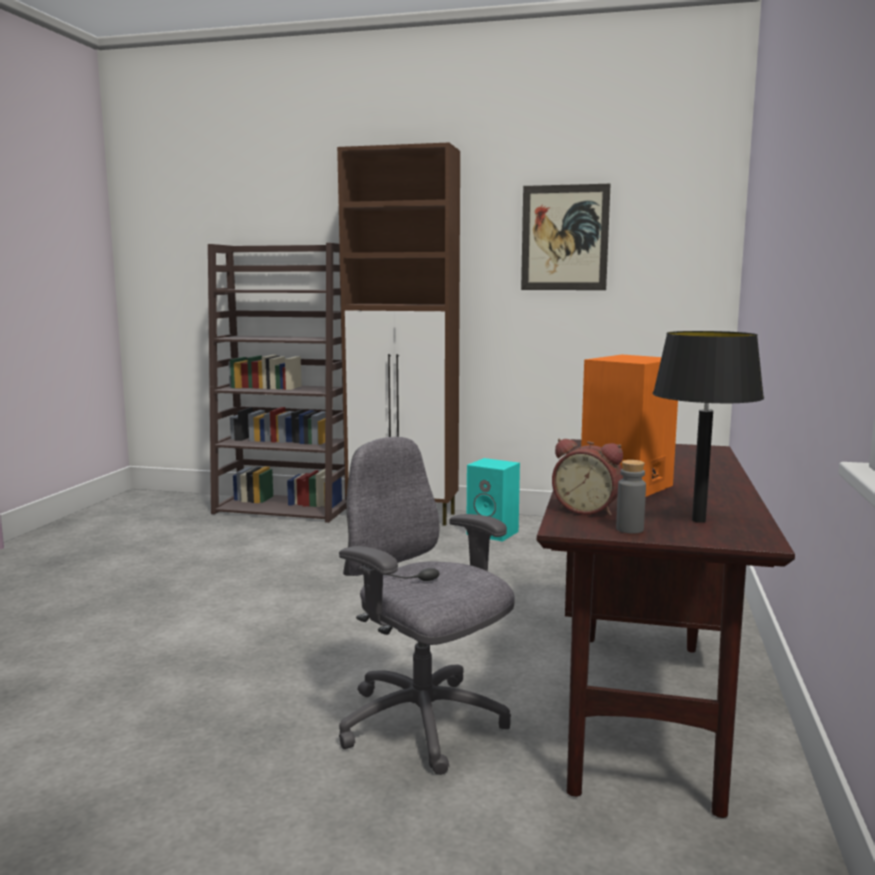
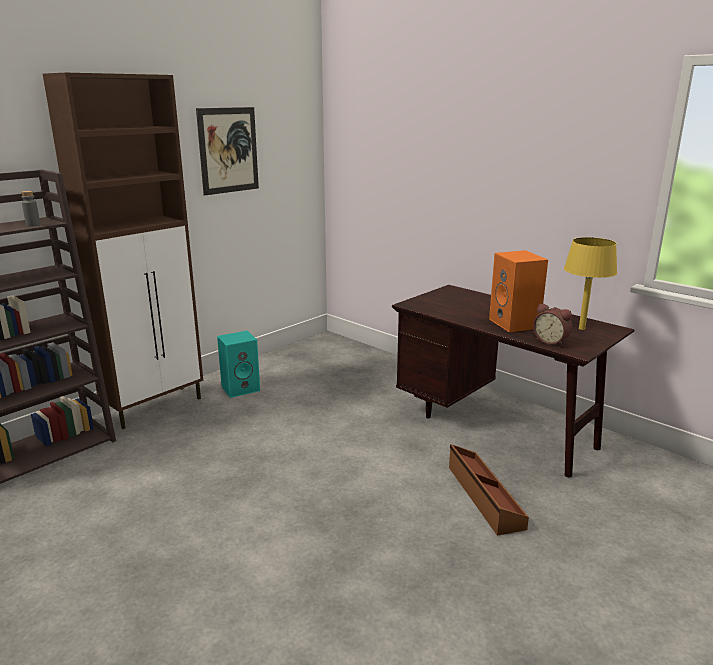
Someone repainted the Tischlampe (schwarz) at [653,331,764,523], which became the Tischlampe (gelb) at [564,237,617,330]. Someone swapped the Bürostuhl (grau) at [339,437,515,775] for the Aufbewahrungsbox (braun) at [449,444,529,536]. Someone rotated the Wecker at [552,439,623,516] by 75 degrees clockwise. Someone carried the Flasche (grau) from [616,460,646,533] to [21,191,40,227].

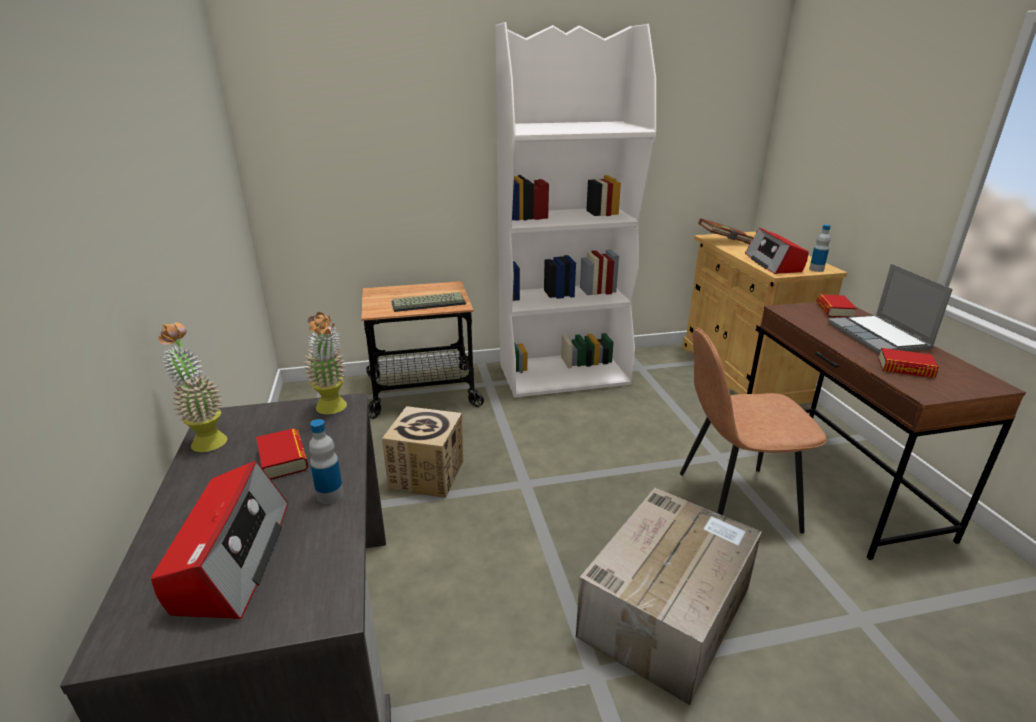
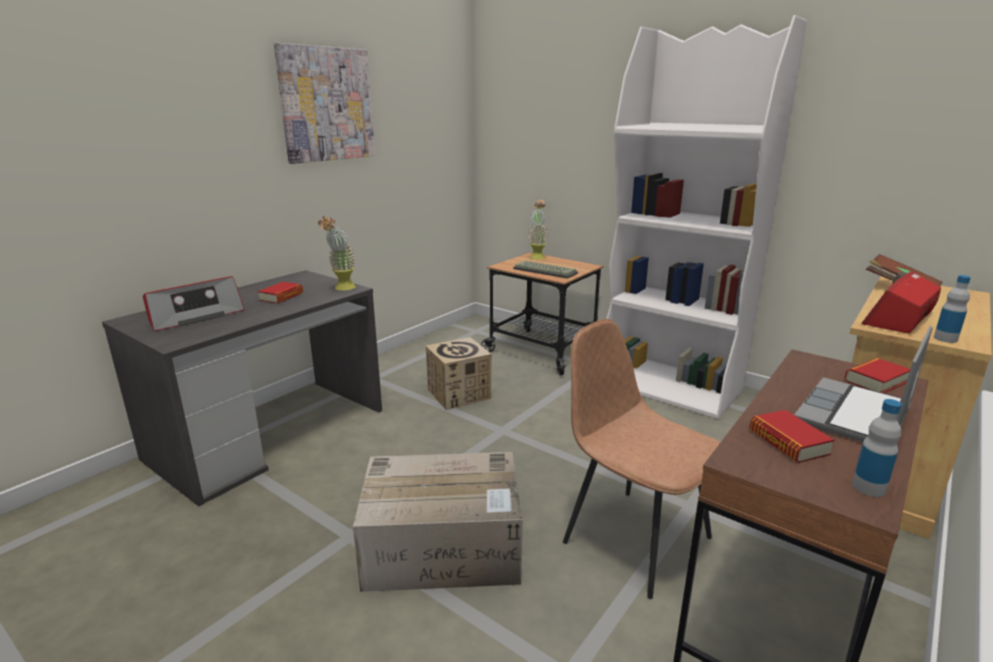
Someone carried the Topfpflanze from [158,323,228,452] to [529,200,548,260]. Someone carried the Flasche from [309,419,344,504] to [852,399,902,497]. Someone put up the Bild at [274,43,375,164].

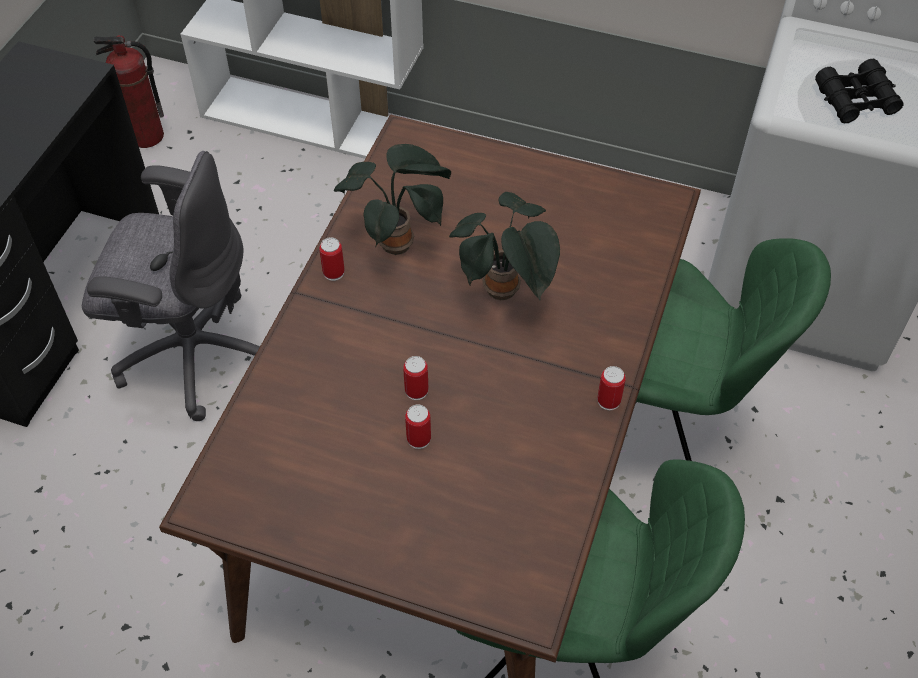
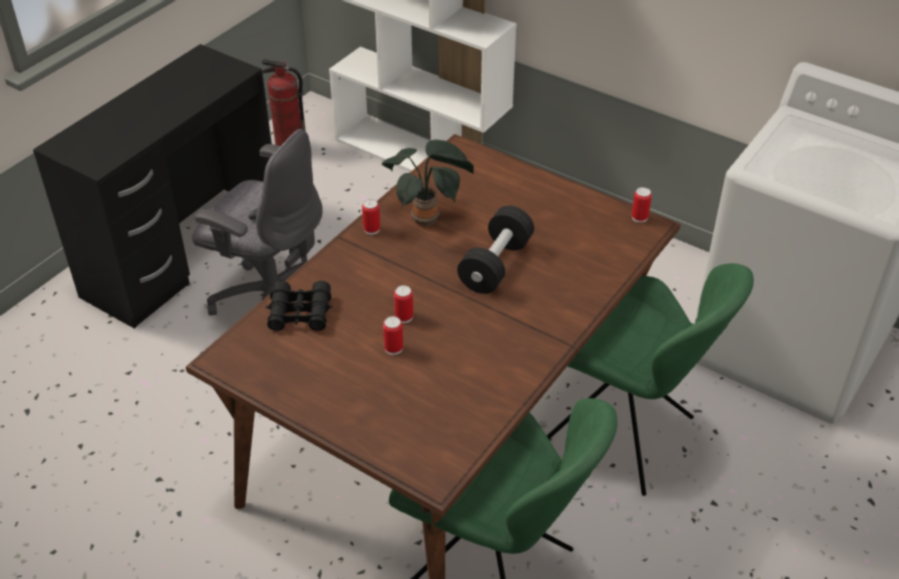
Someone carried the Fernglas (schwarz) from [815,59,904,123] to [266,281,332,331]. Someone swapped the Topfpflanze at [449,192,560,301] for the Hantel (schwarz) at [457,206,534,294]. Someone carried the Dose from [597,366,626,410] to [632,187,652,223].

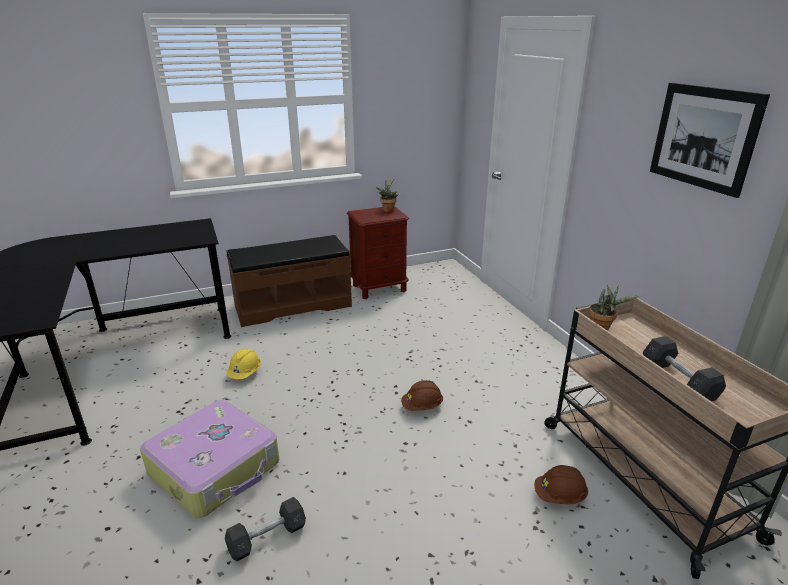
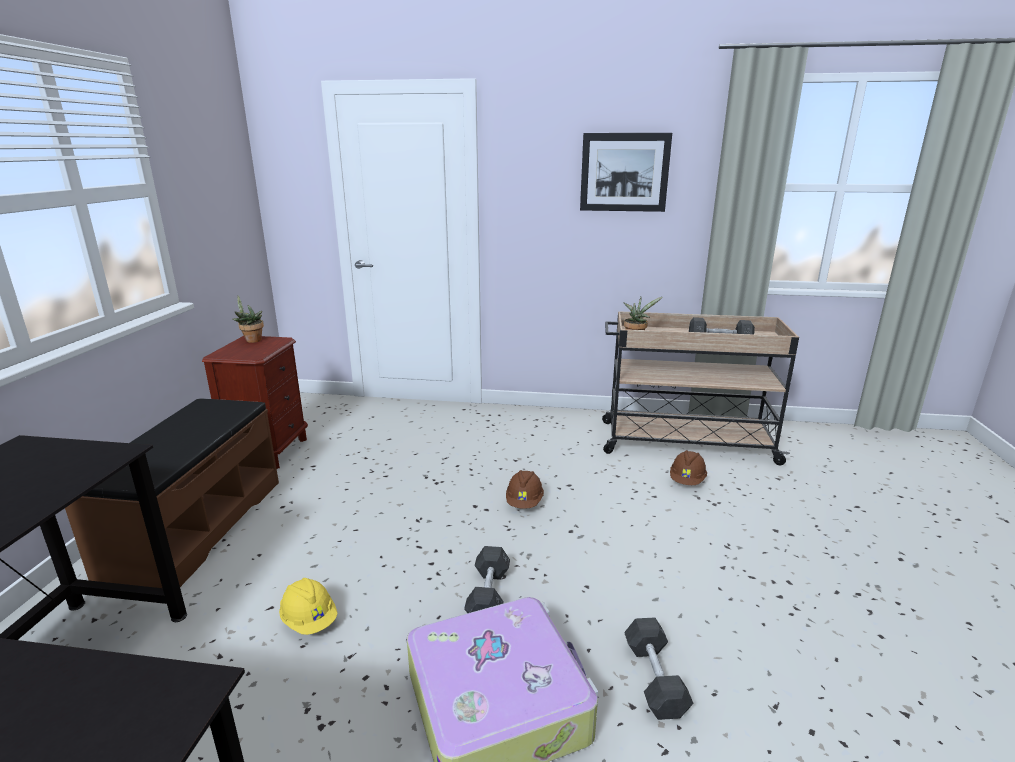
Someone put down the Hantel (grau) at [464,546,510,613].

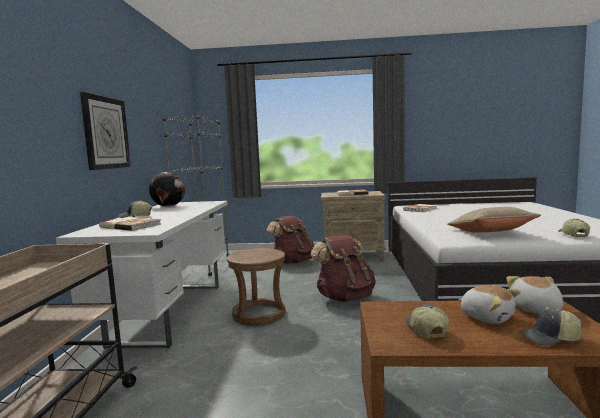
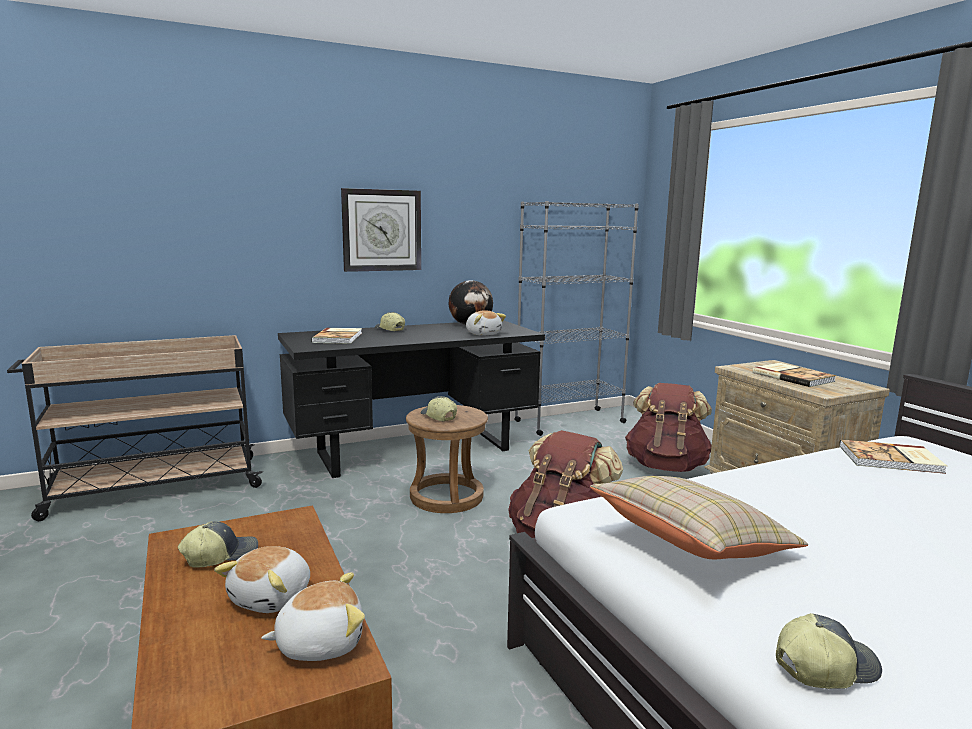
Someone repainted the Schreibtisch (weiß) at [56,201,227,349], which became the Schreibtisch (schwarz) at [278,321,545,478]. Someone carried the Kappe from [519,309,581,346] to [421,396,457,421]. Someone put down the Plüschtier at [466,310,506,336].

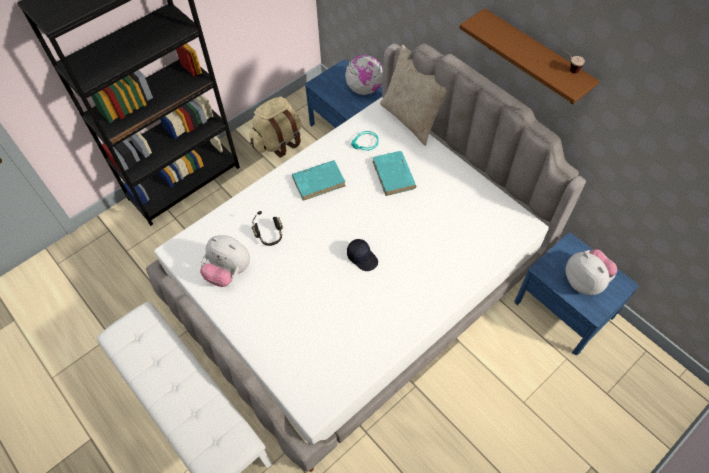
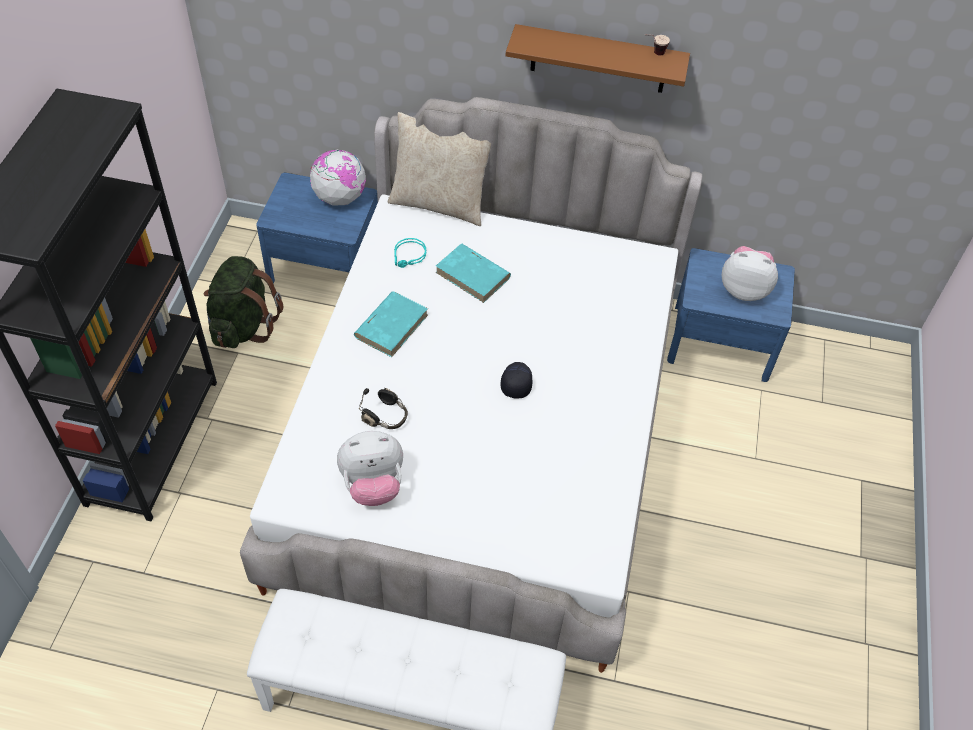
Someone repainted the Rucksack (beige) at [249,97,302,157], which became the Rucksack (grün) at [204,256,283,348]. Someone rotated the Kappe (schwarz) at [347,239,378,271] by 90 degrees counterclockwise.

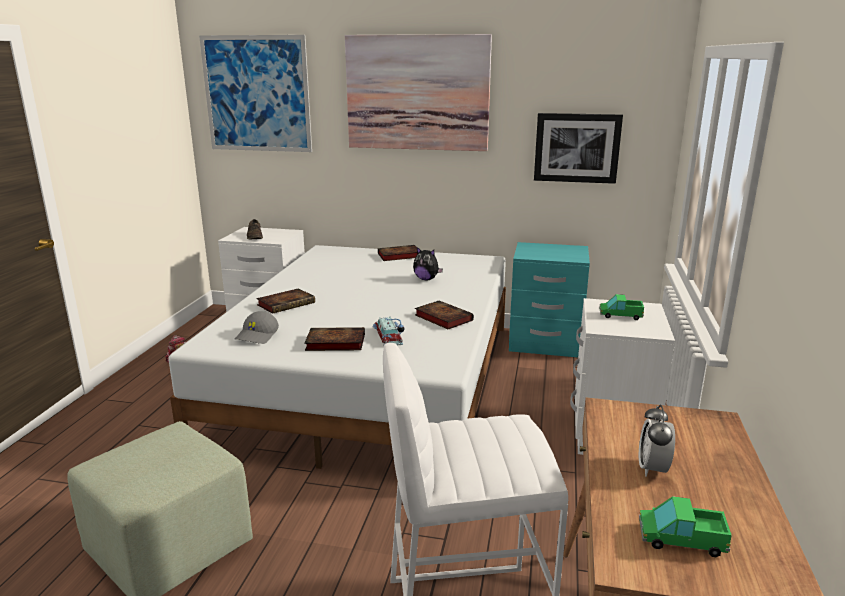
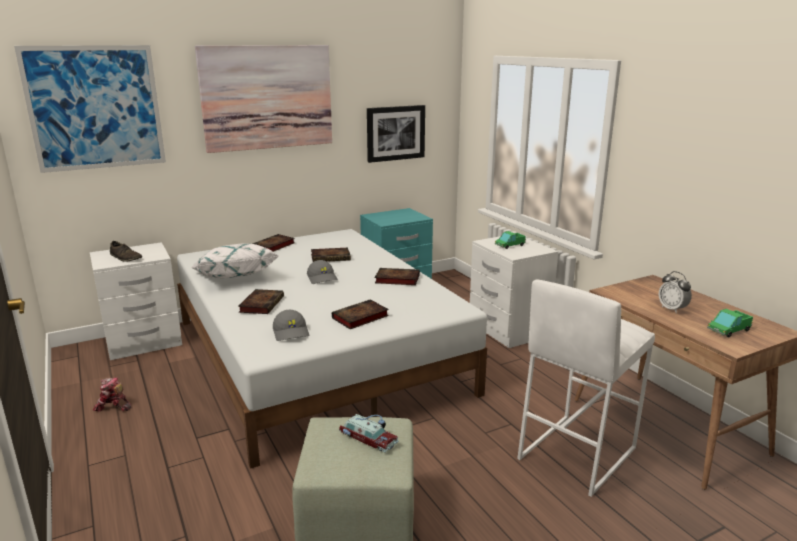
Someone swapped the Plüschtier at [413,247,443,280] for the Buch at [311,248,351,262]. Someone carried the Spielzeugauto from [372,316,404,345] to [339,414,398,453]. Someone put down the Kissen (weiß) at [191,243,279,278]. Someone put down the Kappe (grau) at [307,260,338,284].

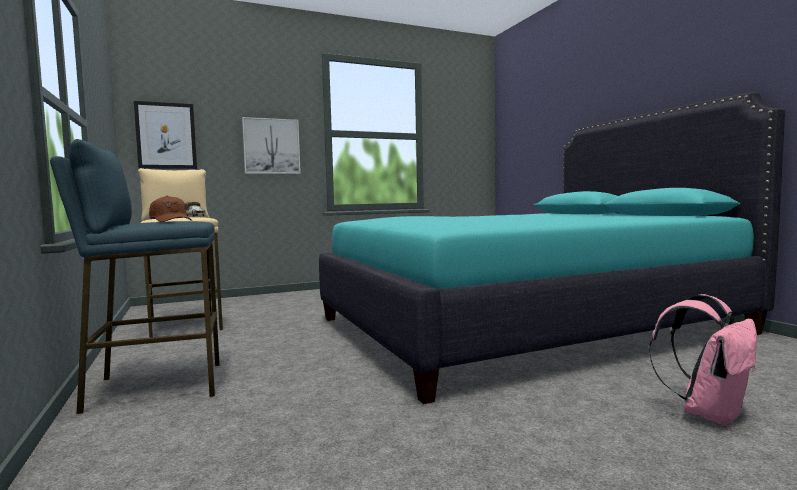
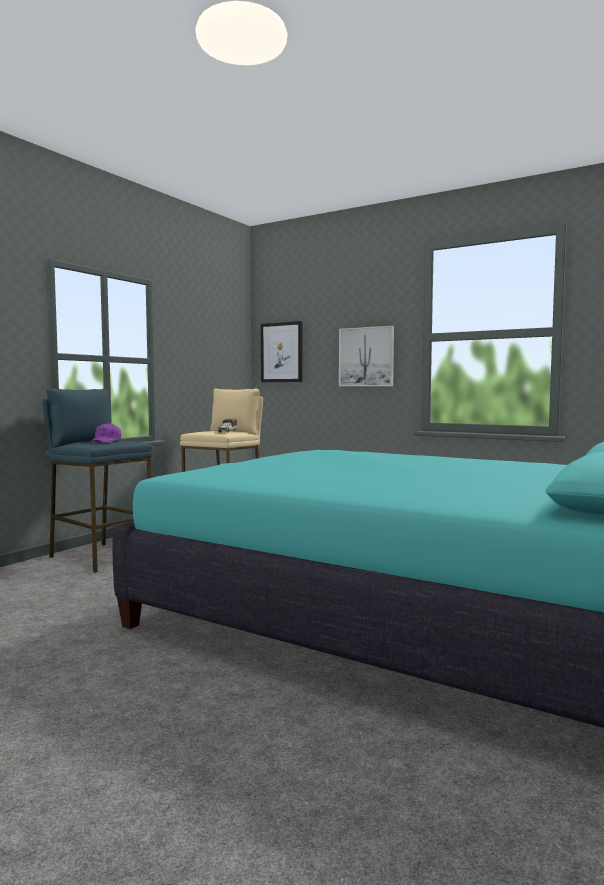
Someone repainted the Kappe (braun) at [149,196,192,222], which became the Kappe (lila) at [89,423,121,443]. Someone took away the Rucksack (rosa) at [649,294,757,426].

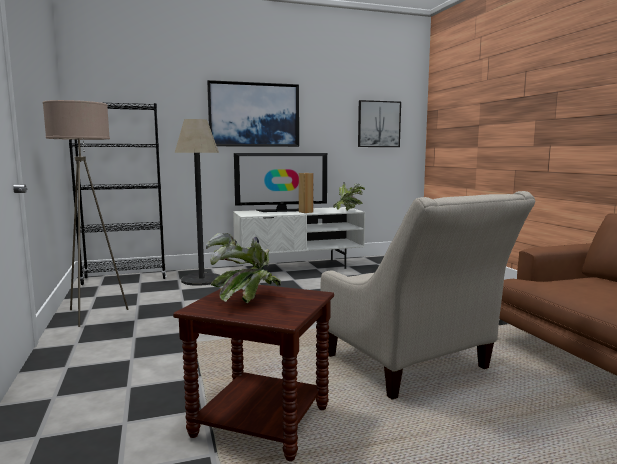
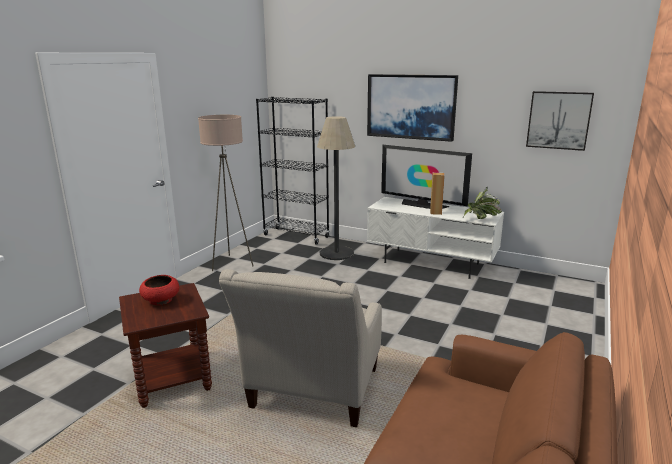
Someone swapped the Topfpflanze at [206,233,281,303] for the Schüssel (rot) at [139,275,179,305].

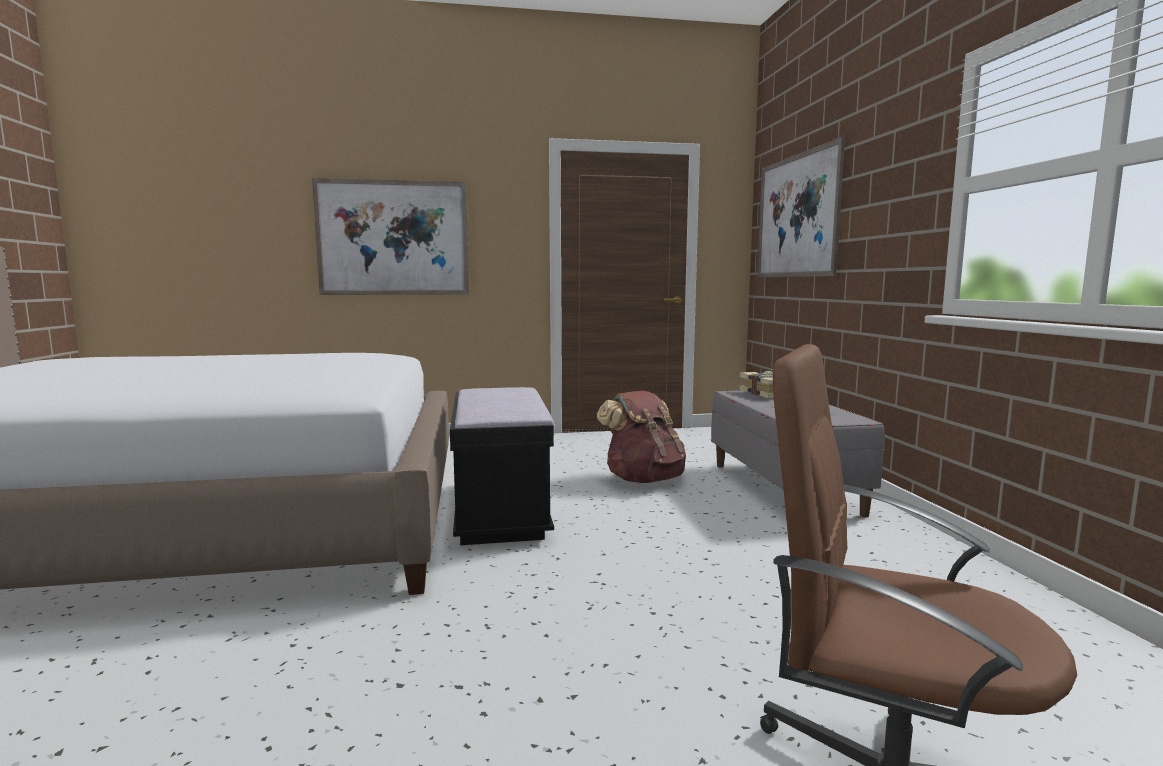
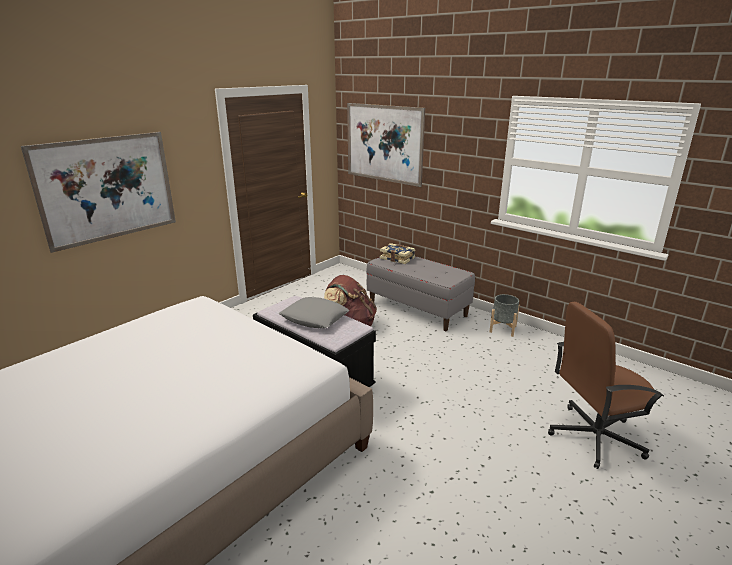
Someone put down the Pflanzkübel (grau) at [489,294,519,337]. Someone put down the Kissen (grau) at [279,297,349,328].

